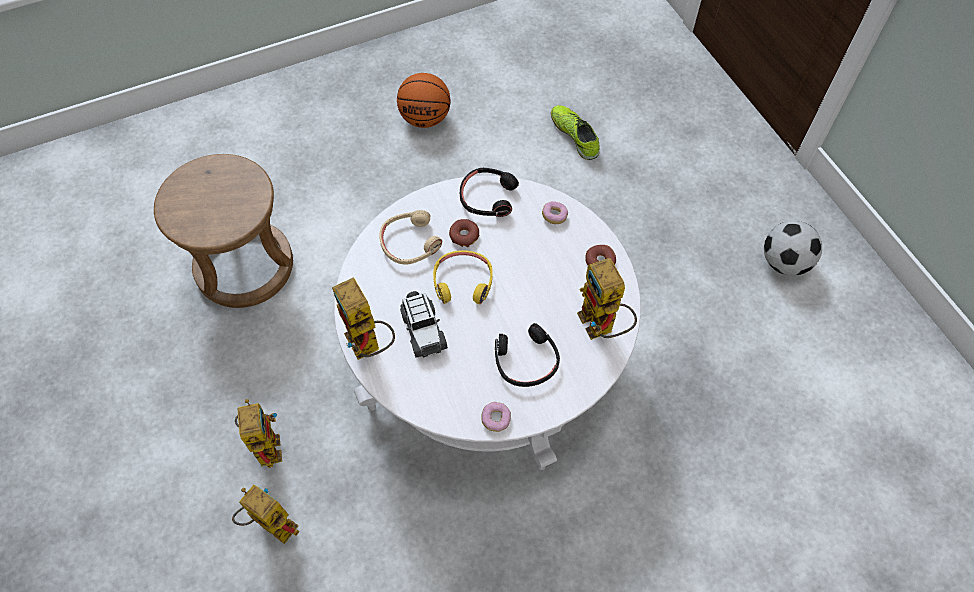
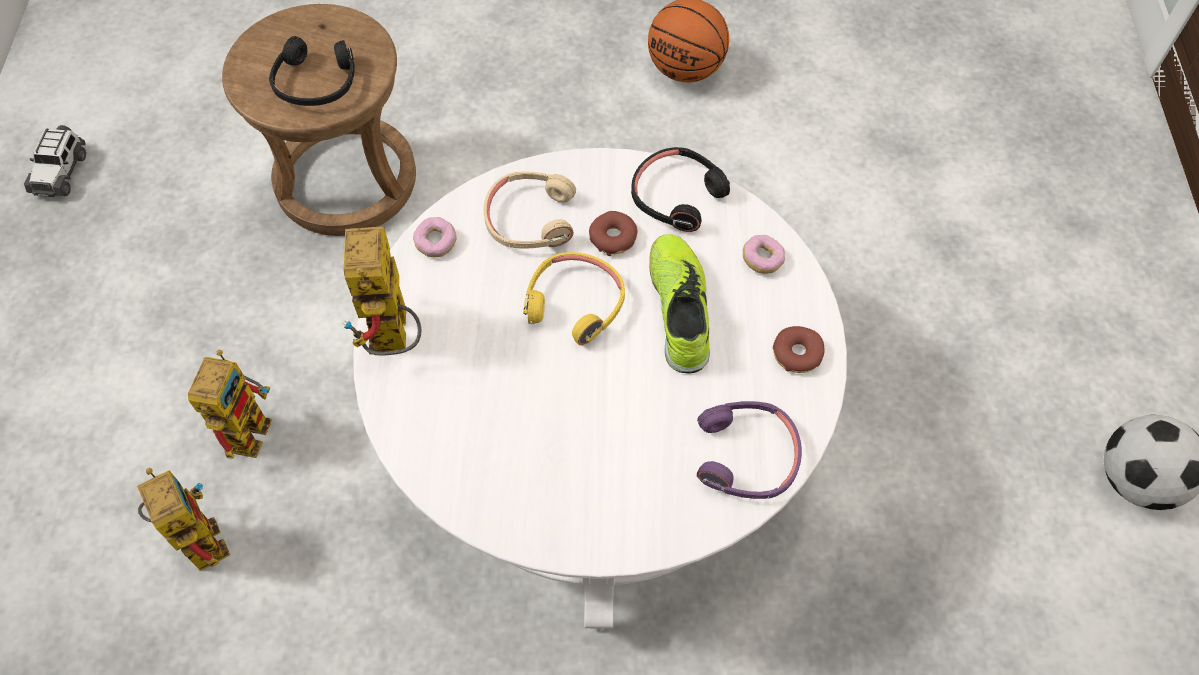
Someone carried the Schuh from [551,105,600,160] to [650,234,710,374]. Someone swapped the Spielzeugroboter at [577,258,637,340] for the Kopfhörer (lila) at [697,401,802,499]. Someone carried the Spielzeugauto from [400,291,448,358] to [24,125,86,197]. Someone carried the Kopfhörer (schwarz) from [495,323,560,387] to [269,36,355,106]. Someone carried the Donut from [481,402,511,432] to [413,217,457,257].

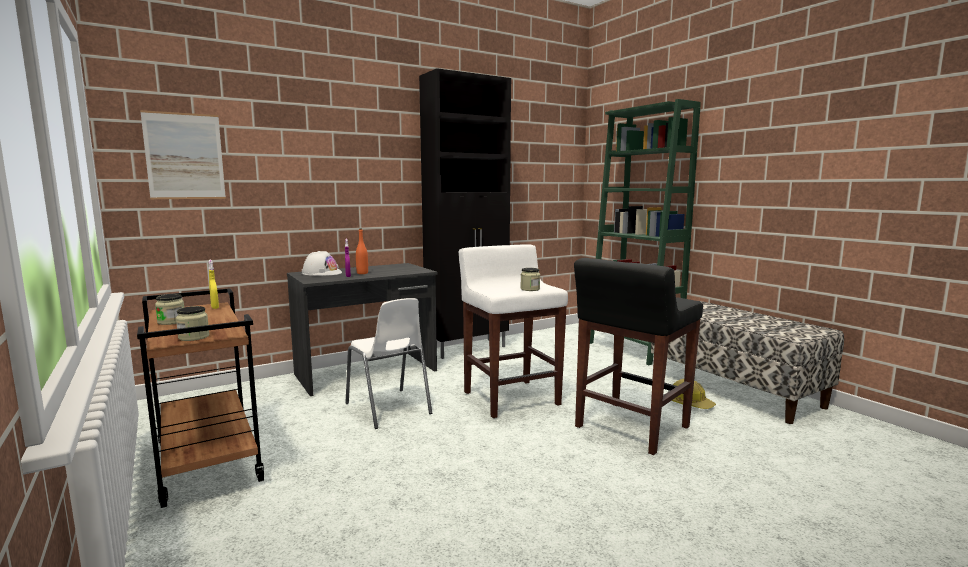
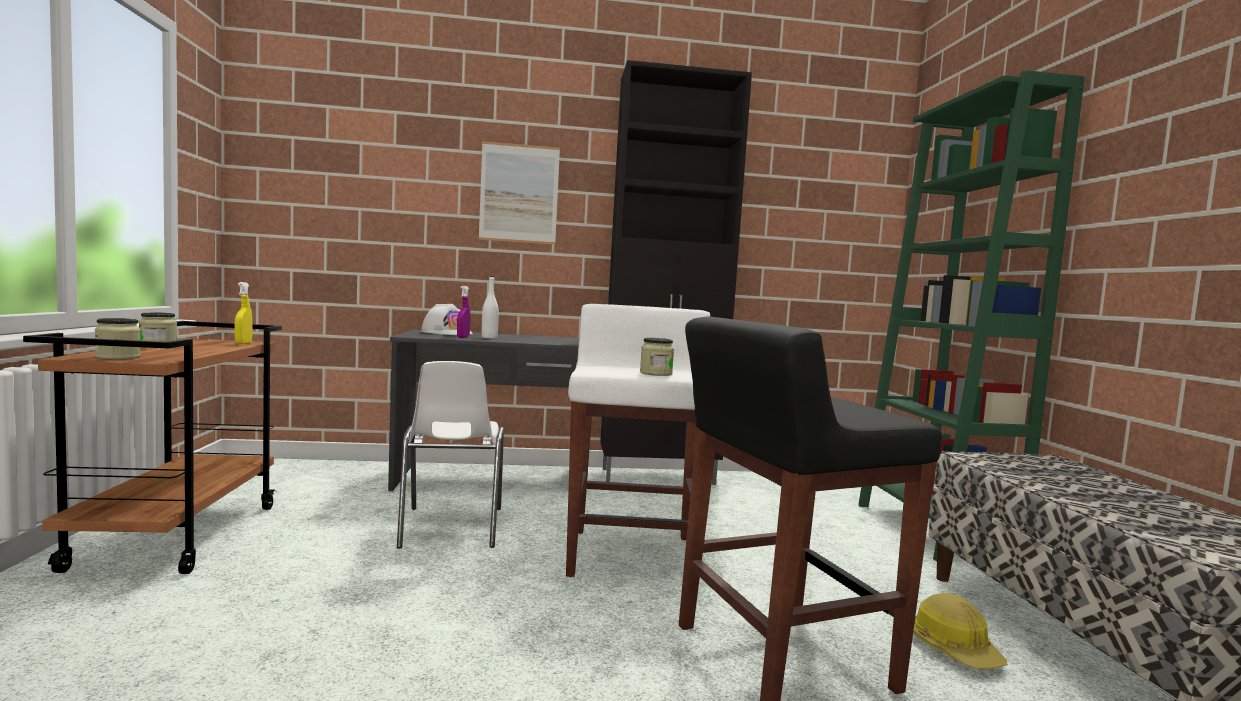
Someone carried the Bild from [140,110,226,199] to [479,141,560,245]. Someone repainted the Flasche (orange) at [356,229,368,274], which became the Flasche (weiß) at [482,276,499,338].

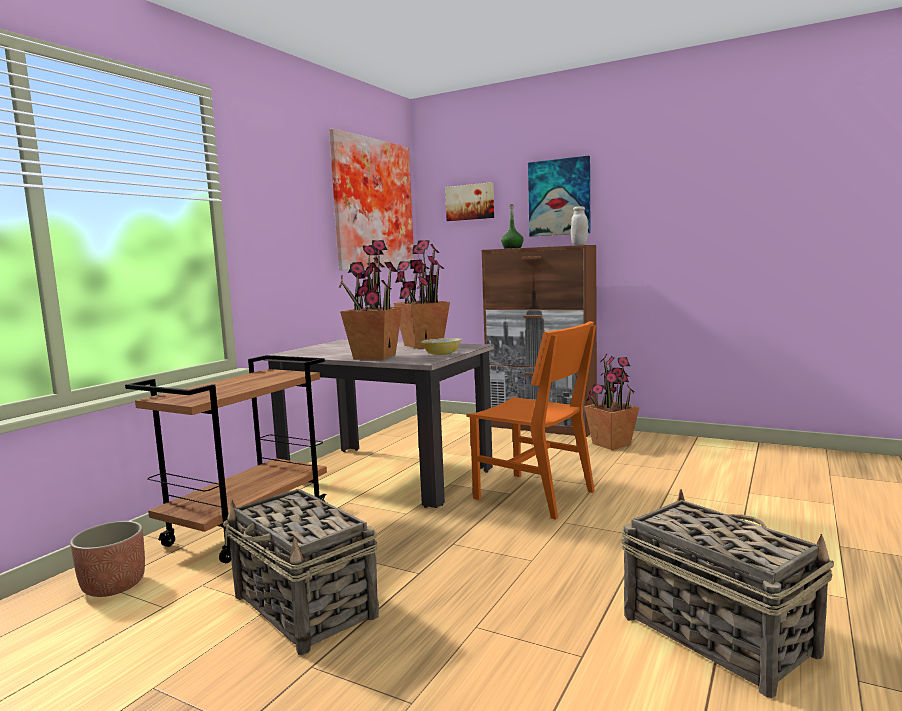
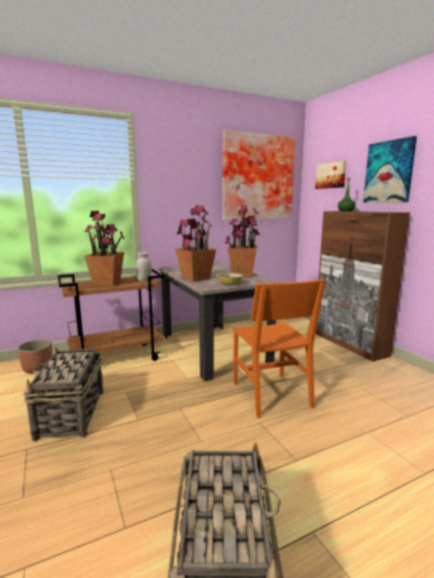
Someone carried the Vorratsglas (weiß) from [571,206,588,245] to [136,252,152,282]. Someone carried the Topfpflanze from [584,353,639,450] to [84,211,124,286].

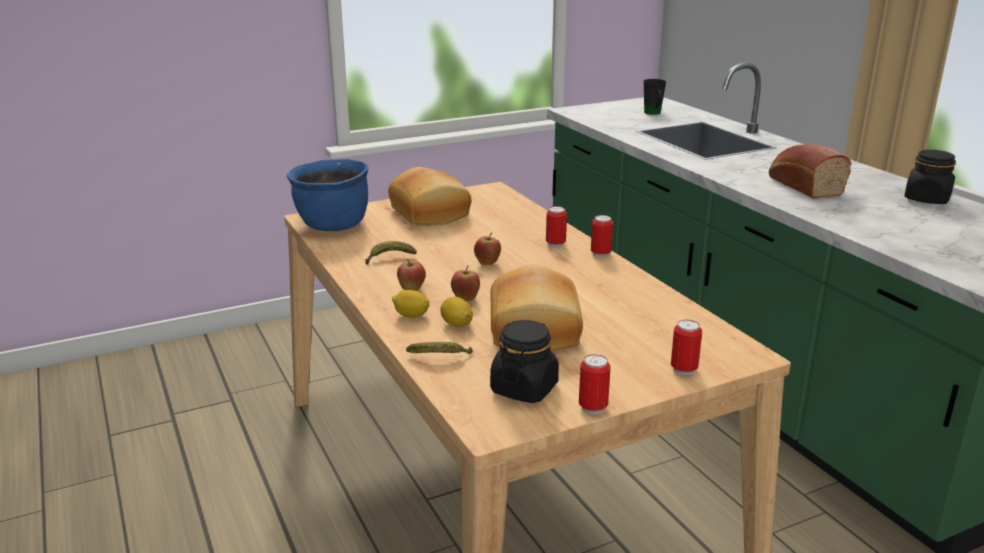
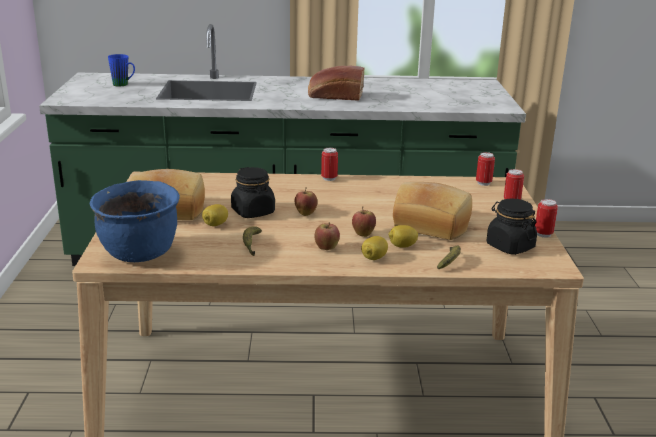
Someone repainted the Henkelbecher (schwarz) at [644,79,666,115], which became the Henkelbecher (blau) at [108,54,135,86]. Someone carried the Vorratsglas (schwarz) from [904,150,956,204] to [231,167,275,218]. Someone carried the Dose from [546,206,567,248] to [476,152,495,186]. Someone put down the Zitrone at [202,204,228,226].

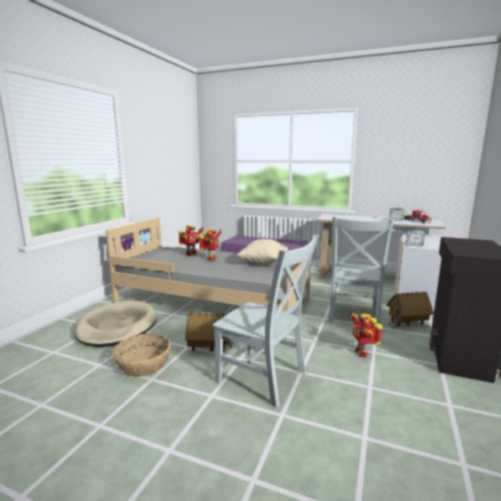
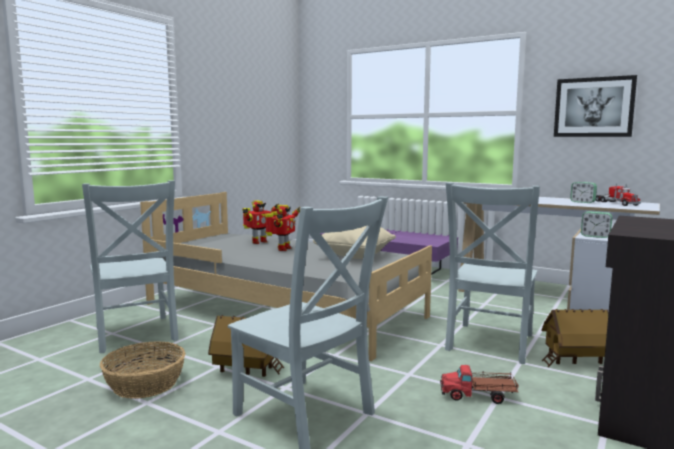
Someone swapped the Hundebett (beige) at [74,301,157,347] for the Stuhl (grau) at [82,180,179,353]. Someone swapped the Spielzeugroboter at [350,311,383,357] for the Spielzeuglaster at [440,365,519,404]. Someone put up the Bild at [554,75,637,137].

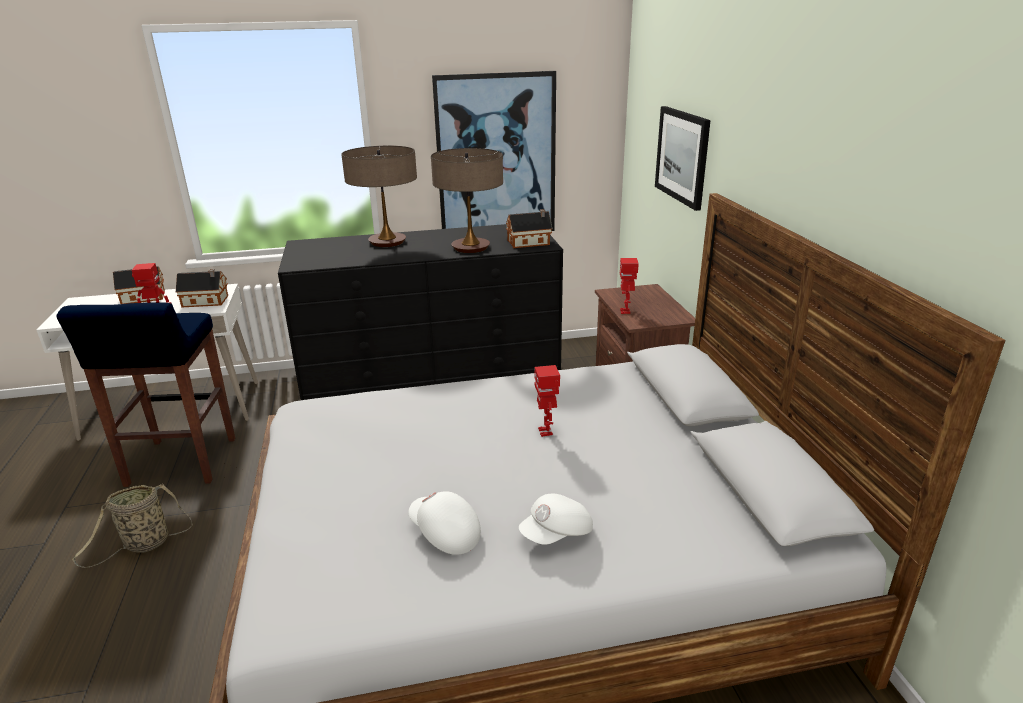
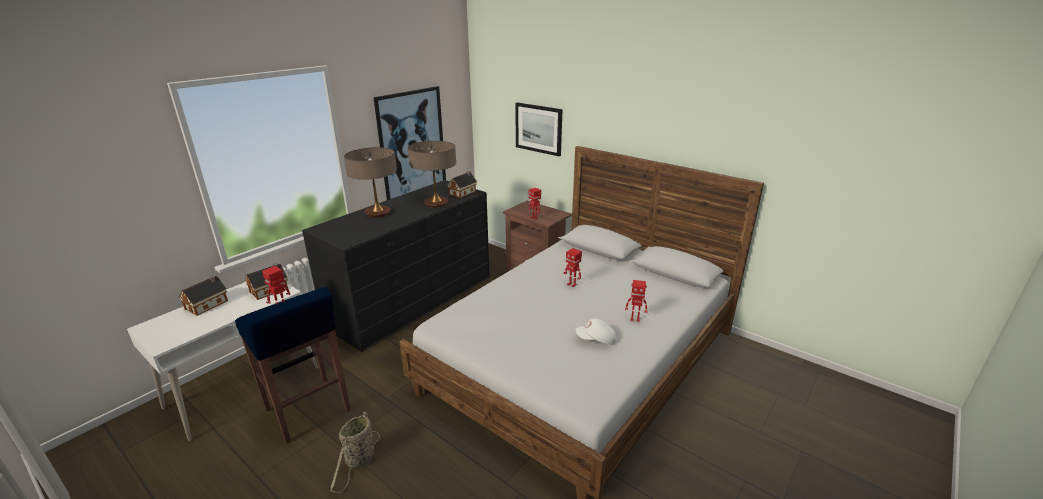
Someone swapped the Kappe (weiß) at [519,494,593,545] for the Spielzeugroboter at [625,280,648,322].

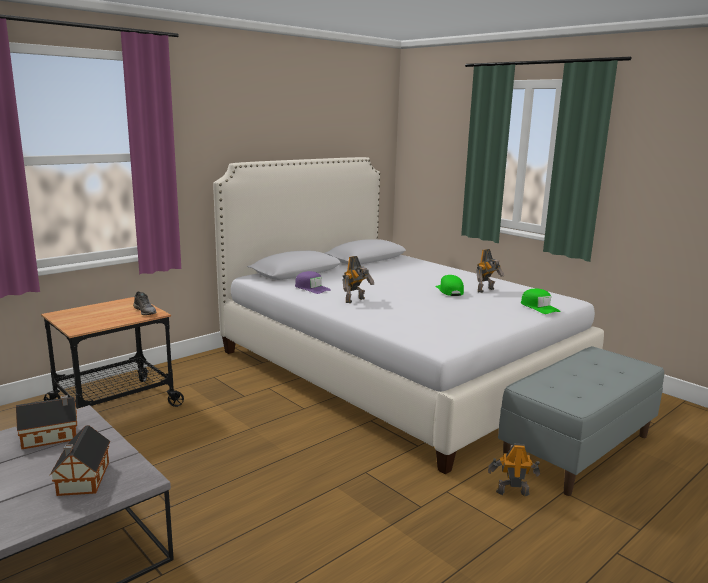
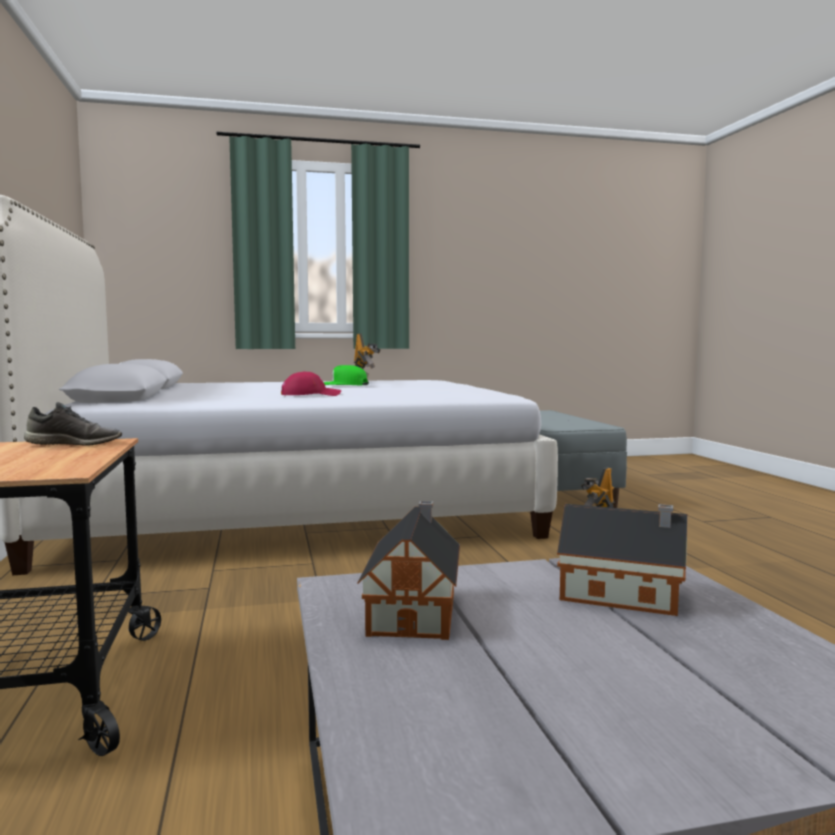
Someone swapped the Spielzeugroboter at [343,256,374,303] for the Kappe (rot) at [281,371,341,396]. Someone took away the Kappe (lila) at [295,271,331,294]. Someone took away the Kappe (grün) at [521,289,561,314].

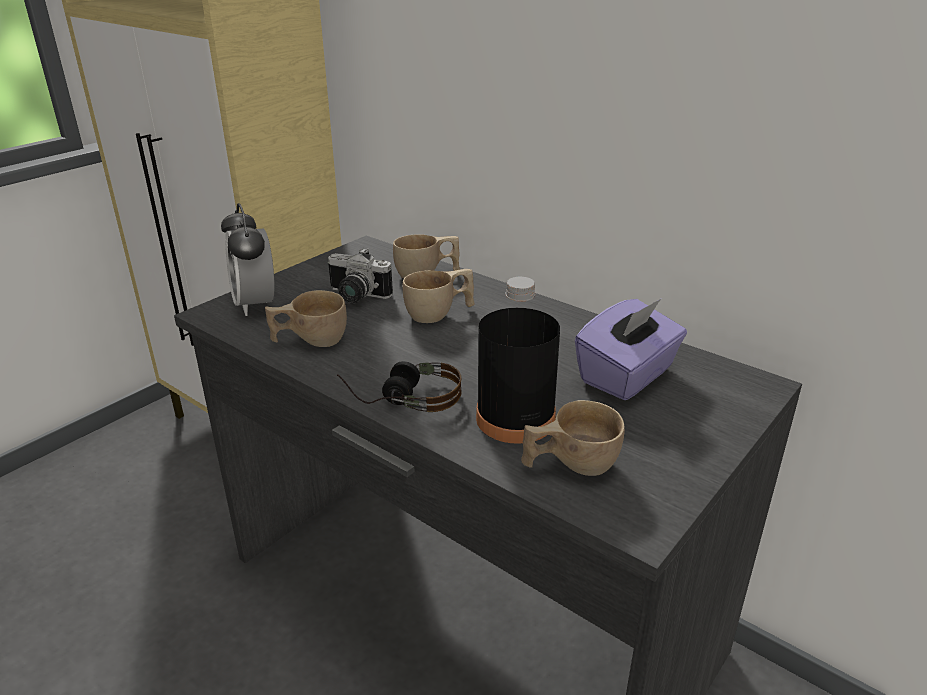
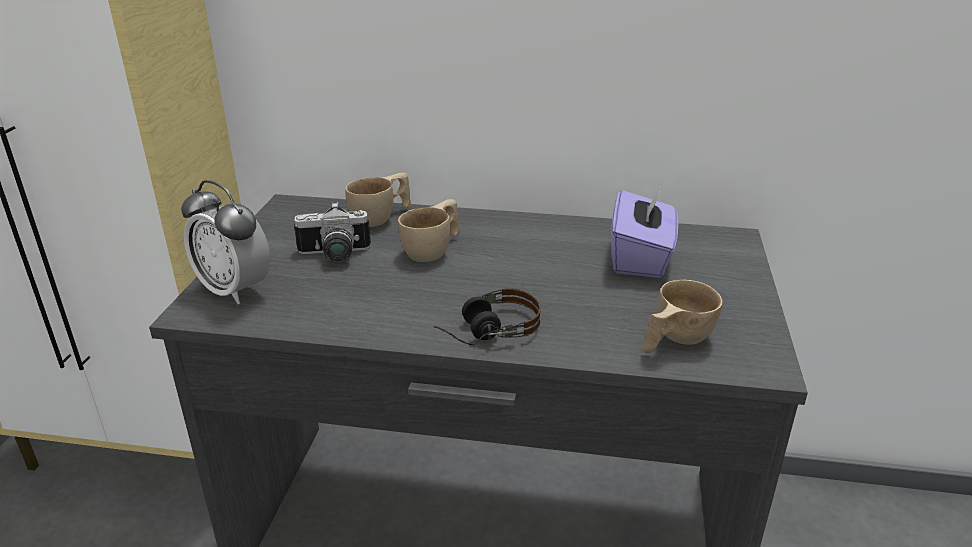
Someone took away the Flasche (schwarz) at [476,277,560,444]. Someone took away the Tasse (beige) at [265,290,347,347].

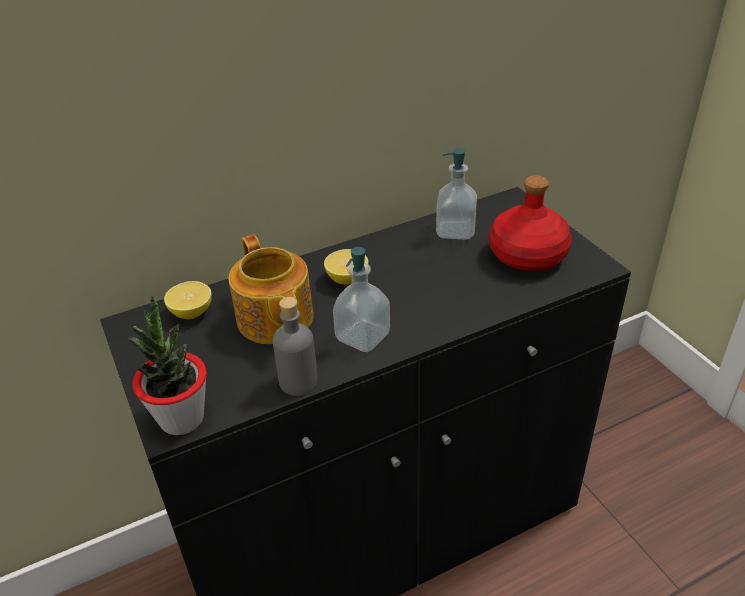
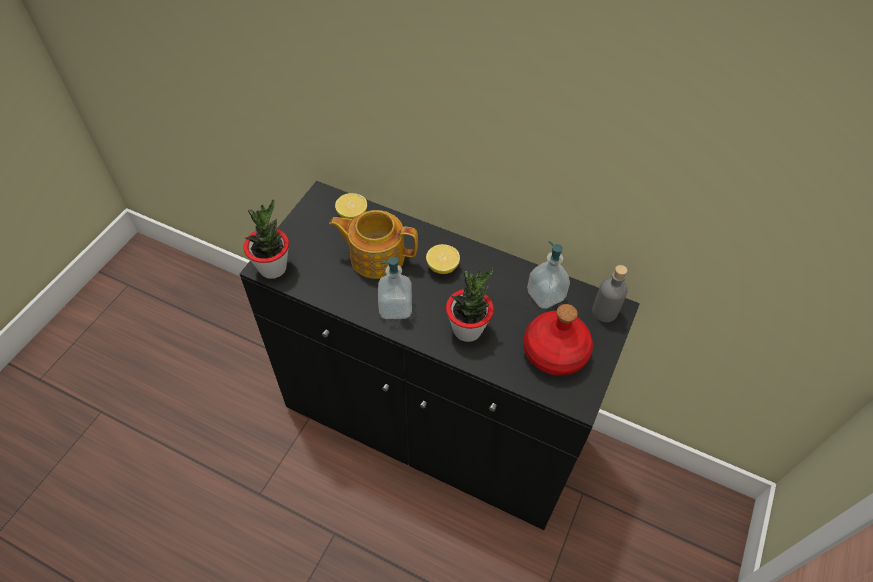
Someone rotated the Teekanne at [229,235,314,344] by 75 degrees clockwise. Someone carried the Flasche (grau) from [273,297,318,396] to [592,265,628,322]. Someone put down the Topfpflanze at [446,268,494,342].

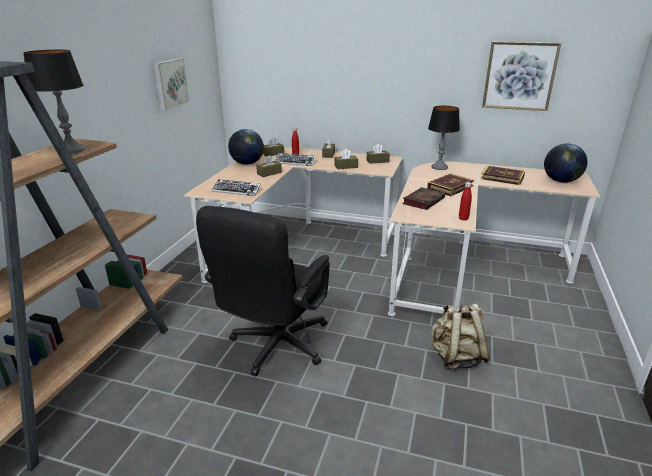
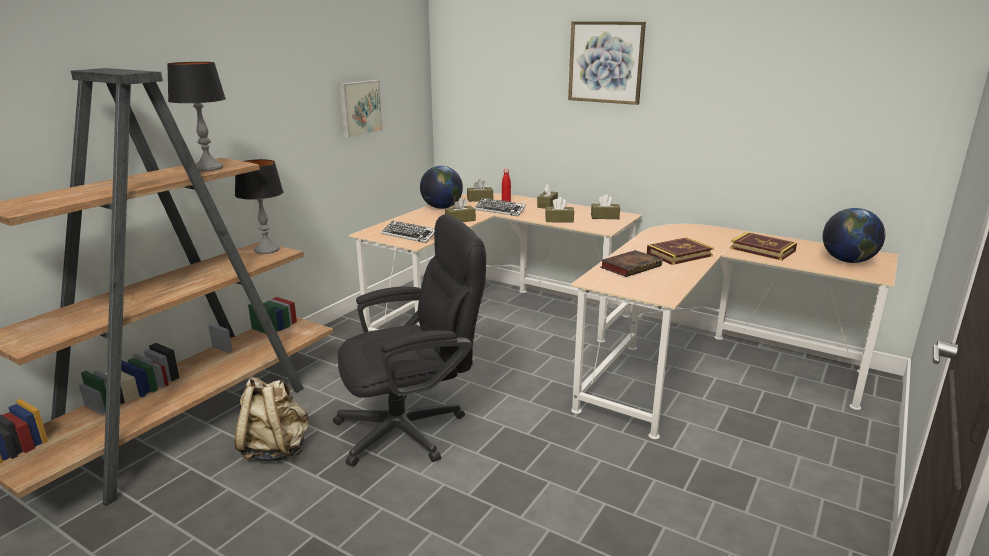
Someone carried the Bild from [482,42,561,111] to [568,21,646,105]. Someone carried the Tischlampe from [428,106,460,170] to [235,159,284,254]. Someone took away the Flasche (rot) at [459,182,472,221]. Someone rotated the Bürostuhl (schwarz) at [196,206,330,376] by 150 degrees counterclockwise. Someone carried the Rucksack (beige) from [431,303,490,369] to [235,377,309,462].

